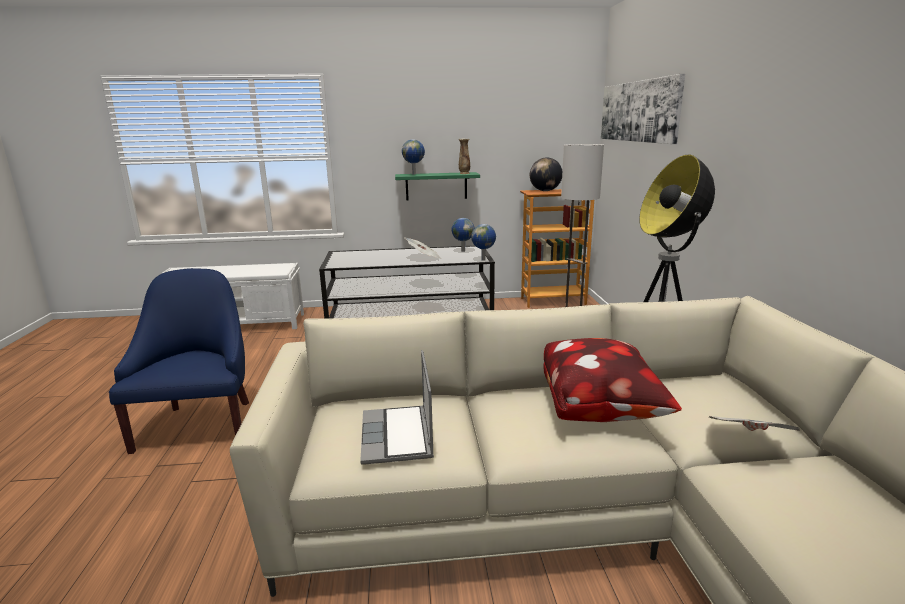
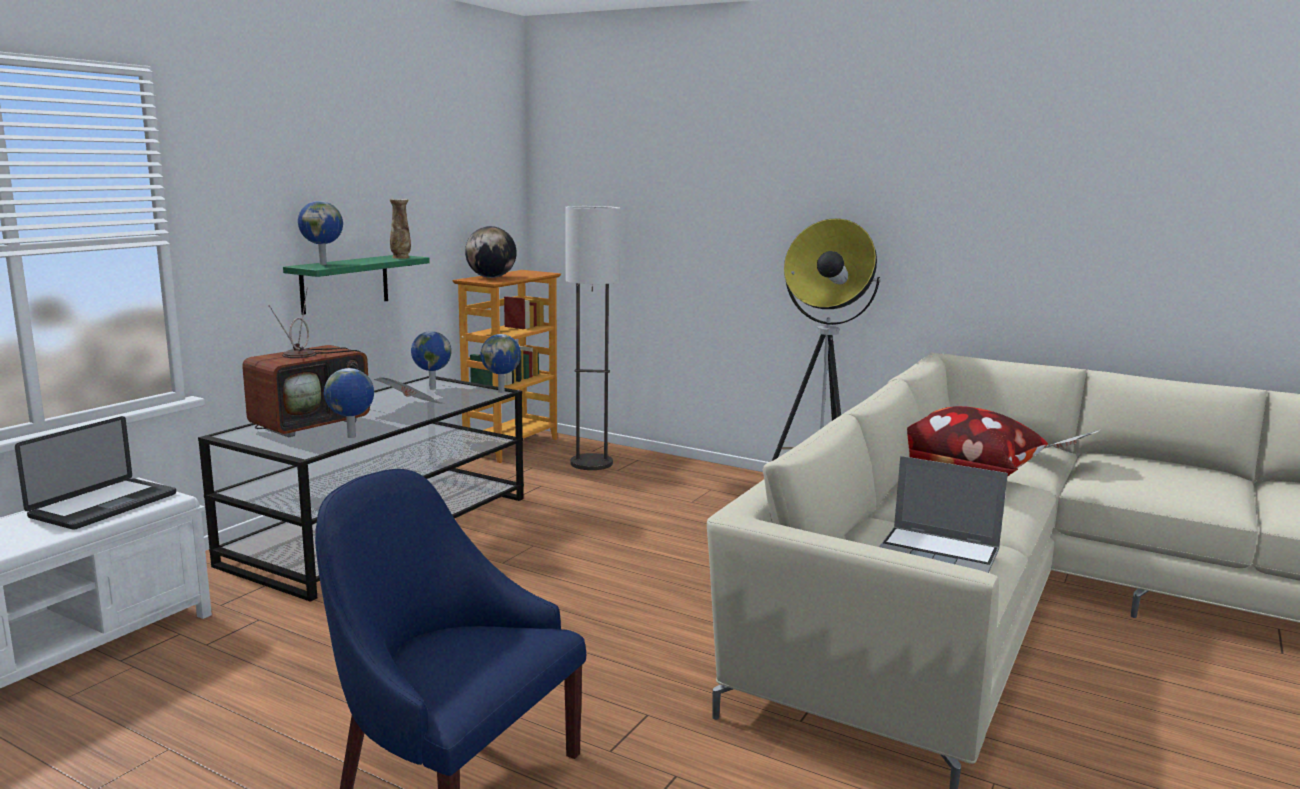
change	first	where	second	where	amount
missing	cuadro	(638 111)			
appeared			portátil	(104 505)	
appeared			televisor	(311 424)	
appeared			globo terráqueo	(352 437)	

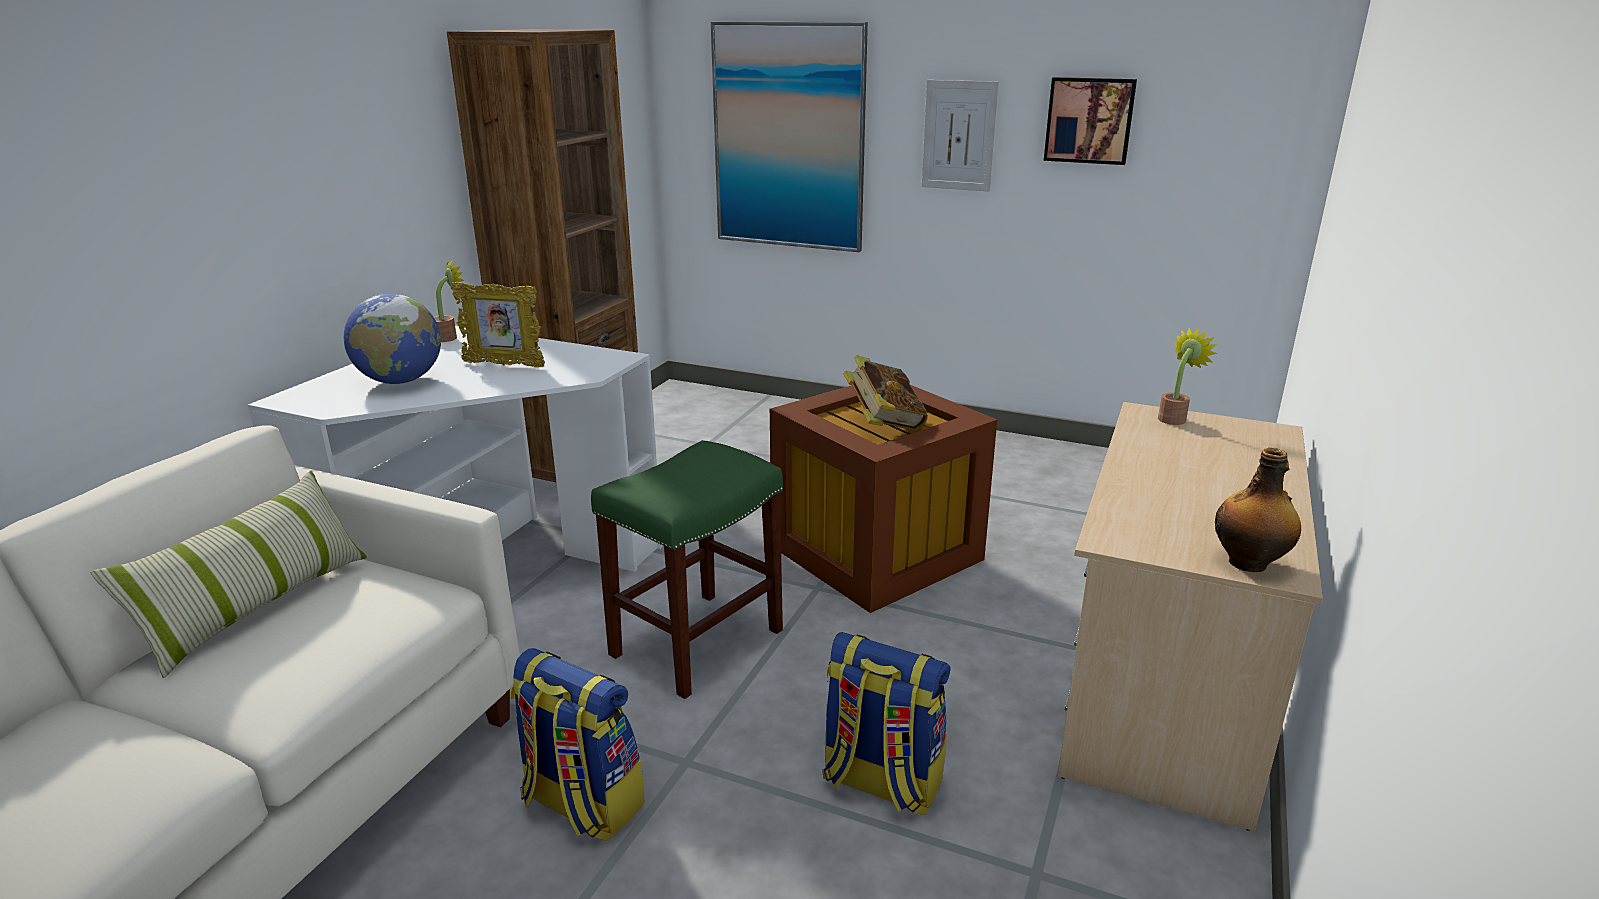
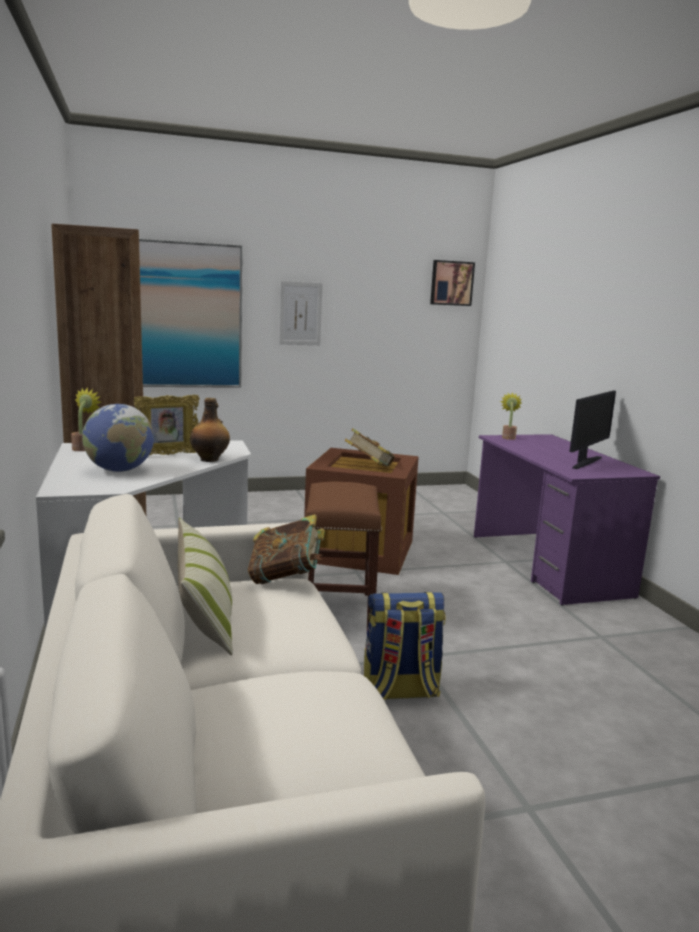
change	first	where	second	where	amount
colour	taburete (verde)	(696 644)	taburete (marrón)	(339 612)	
missing	mochila	(880 782)			
relocated	cuadro	(1089 120)		(451 283)	
colour	escritorio (beis)	(1166 686)	escritorio (morado)	(547 565)	
relocated	botella	(1249 563)		(210 459)	
appeared			libro	(286 578)	
appeared			monitor	(585 462)	

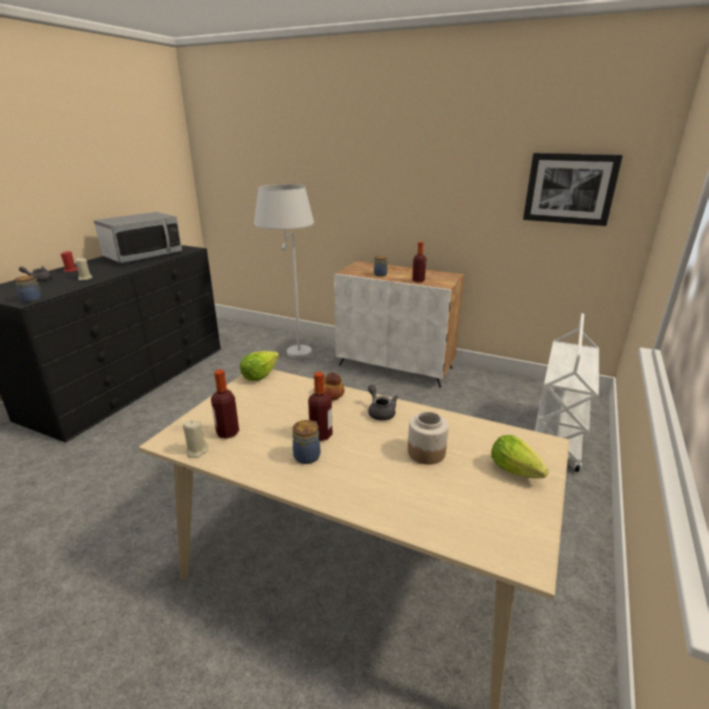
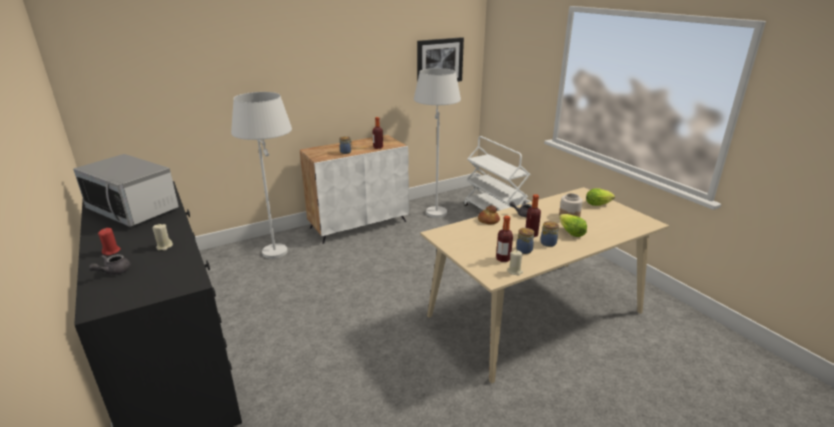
change	first	where	second	where	amount
relocated	tarro	(32 300)		(524 250)	
spun	microondas	(143 255)		(134 210)	135 degrees clockwise
relocated	lechuga	(259 375)		(570 232)	
appeared			lámpara de pie (blanco)	(435 207)	

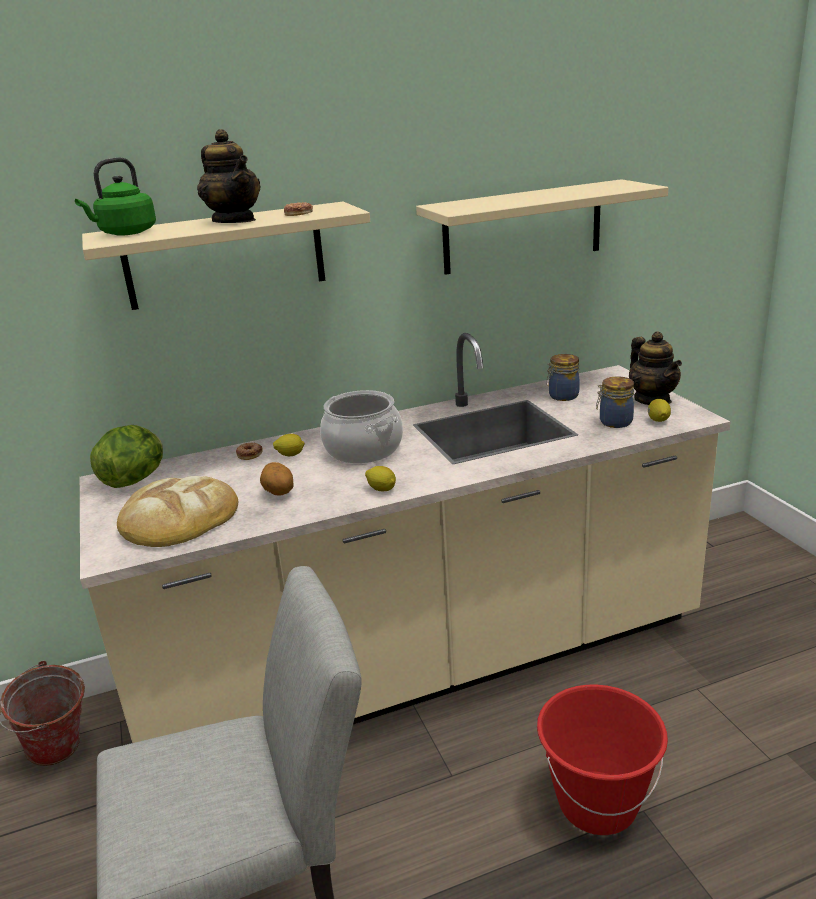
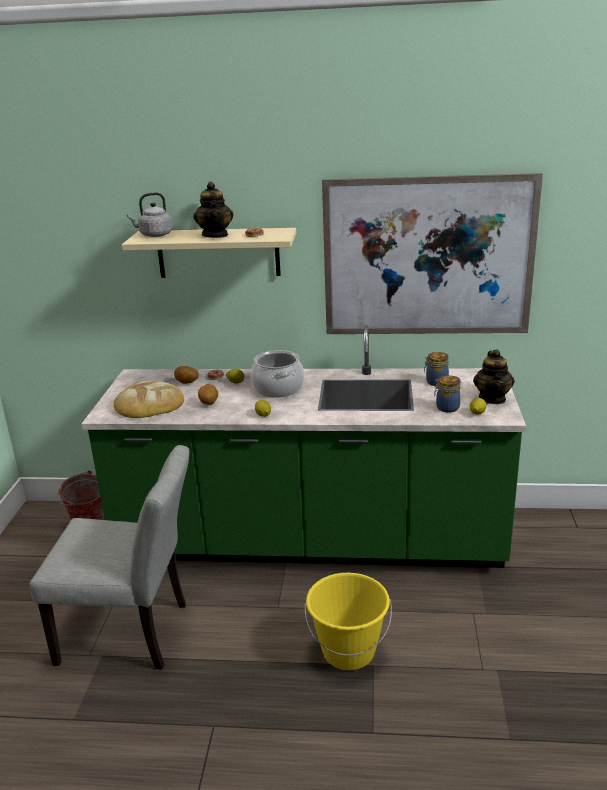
change	first	where	second	where	amount
colour	hervidor (verde)	(125 233)	hervidor (gris)	(154 235)	
colour	mueble bajo de cocina (beis)	(423 663)	mueble bajo de cocina (verde)	(310 541)	
missing	lechuga	(136 479)			
exchanged	estante (beis)	(523 227)	cuadro	(428 257)	
colour	cubo (rojo)	(597 804)	cubo (amarillo)	(348 652)	
appeared			patata	(187 383)	

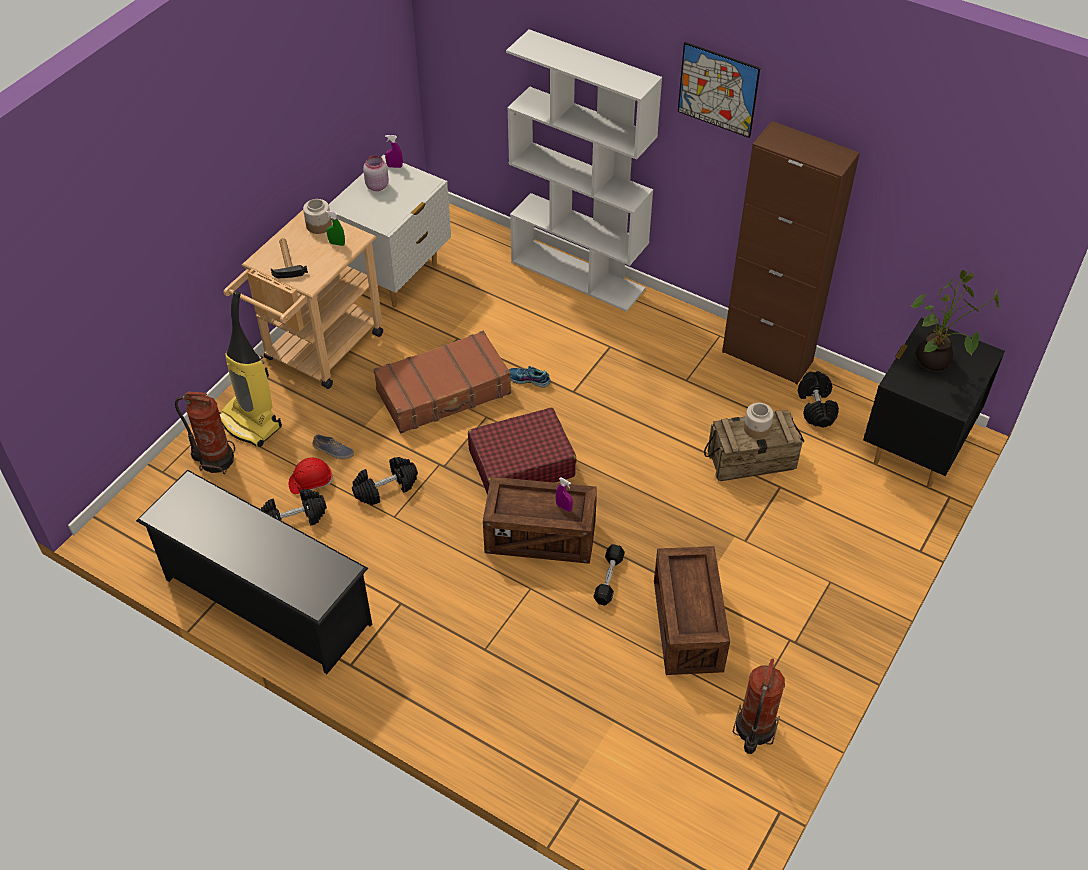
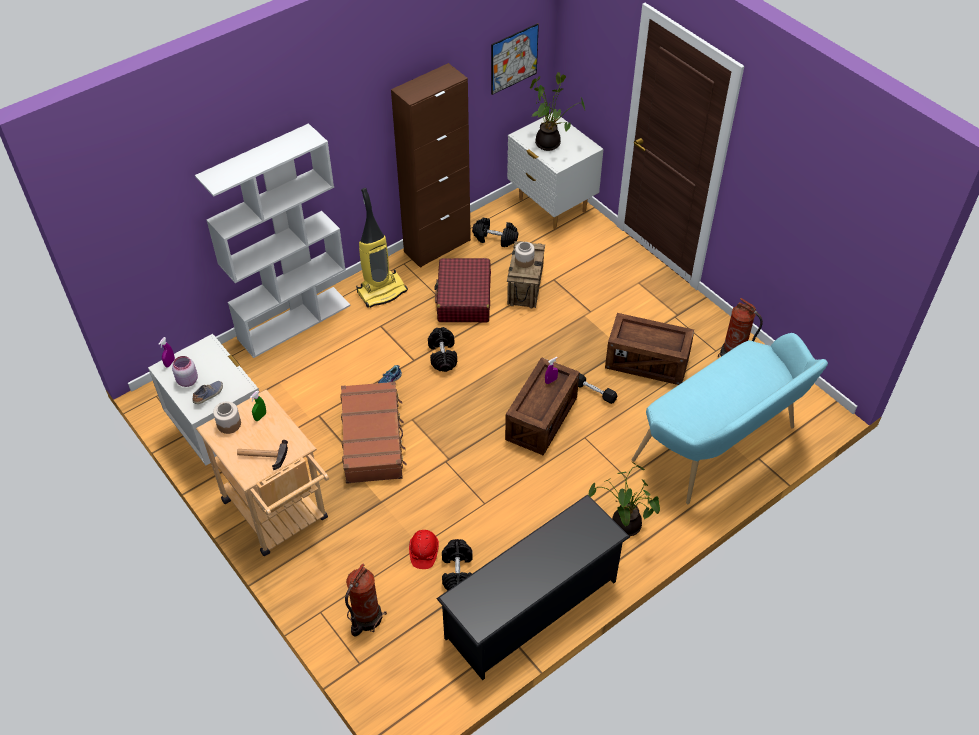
change	first	where	second	where	amount
relocated	aspiradora	(251 423)		(382 291)	
relocated	zapato	(333 452)		(209 395)	
relocated	mancuerna (negro)	(386 488)		(442 355)	
relocated	maleta (rojo)	(521 463)		(464 298)	
relocated	cuadro	(718 89)		(514 59)	
colour	mesita de noche (negro)	(915 448)	mesita de noche (blanco)	(551 206)	
appeared			planta en maceta	(623 525)	
appeared			banco (turquesa)	(721 447)	

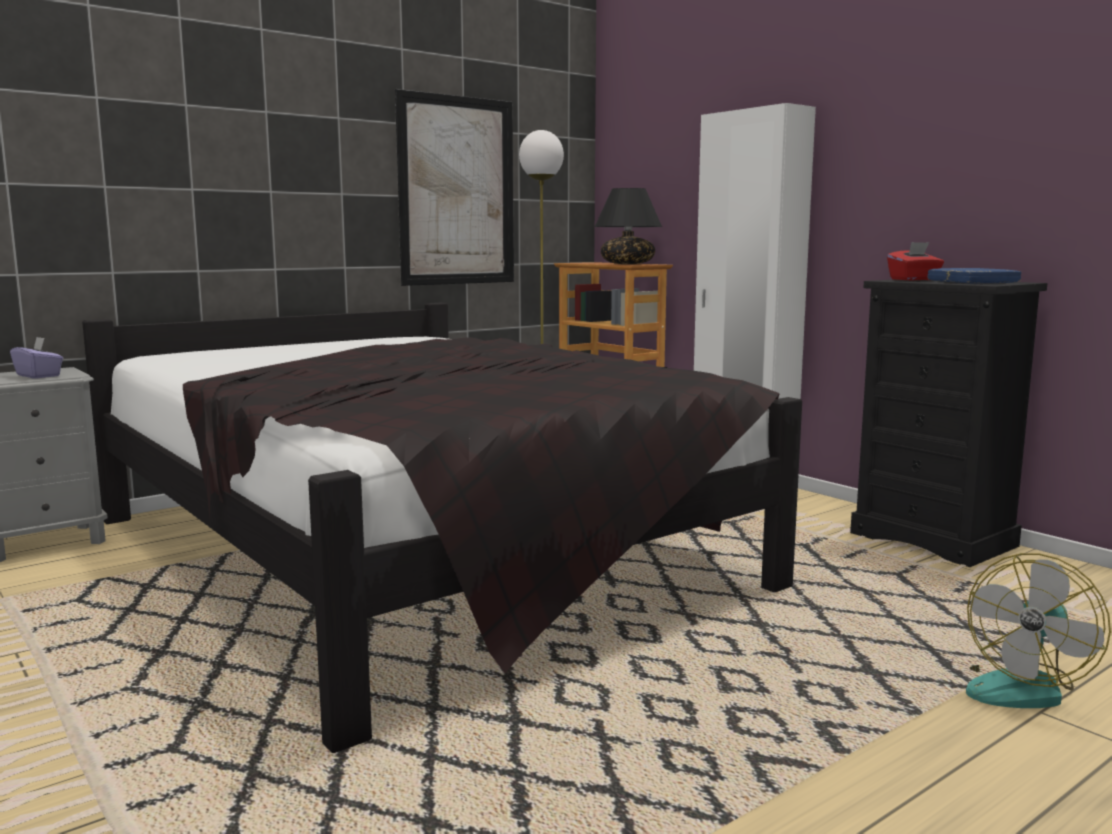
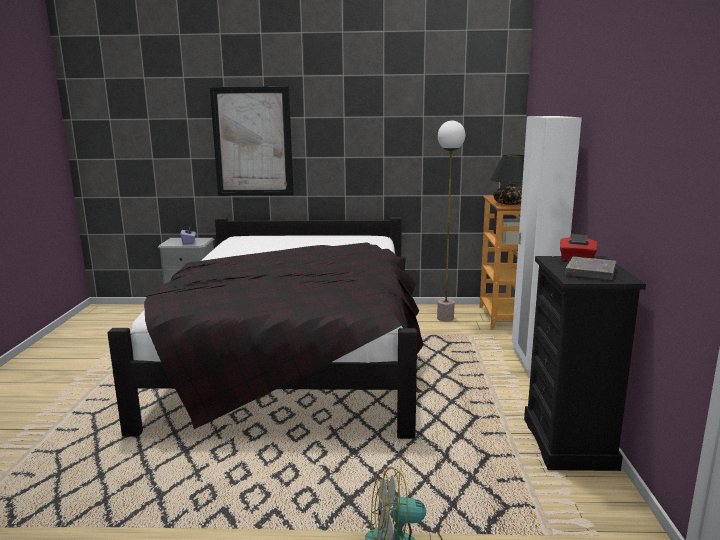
change	first	where	second	where	amount
relocated	cuadro	(457 191)		(252 142)	
colour	libro (azul)	(972 282)	libro (gris)	(590 272)	

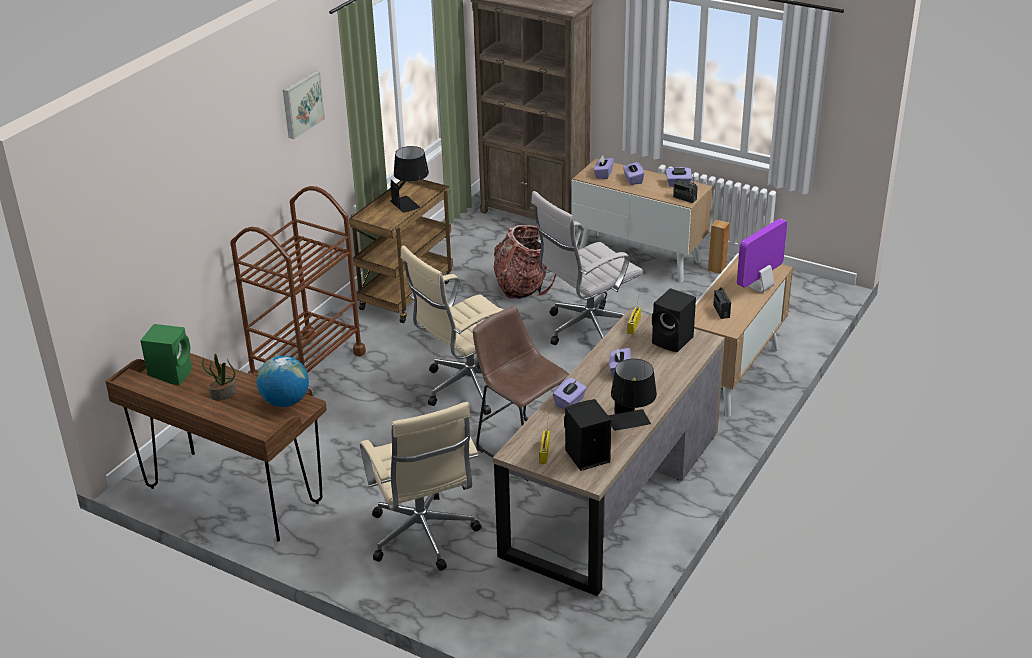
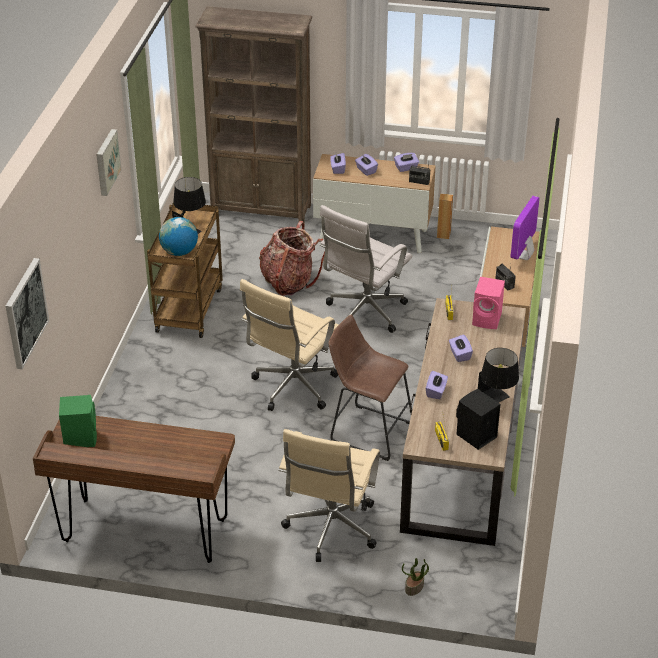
change	first	where	second	where	amount
relocated	planta en maceta	(223 394)		(414 587)	
missing	carrito (marrón)	(307 366)			
relocated	globo terráqueo	(285 401)		(179 252)	
spun	silla de oficina (beis)	(424 538)		(330 530)	60 degrees clockwise
colour	altavoz (negro)	(673 341)	altavoz (rosa)	(488 319)	
appeared			cuadro	(25 313)	

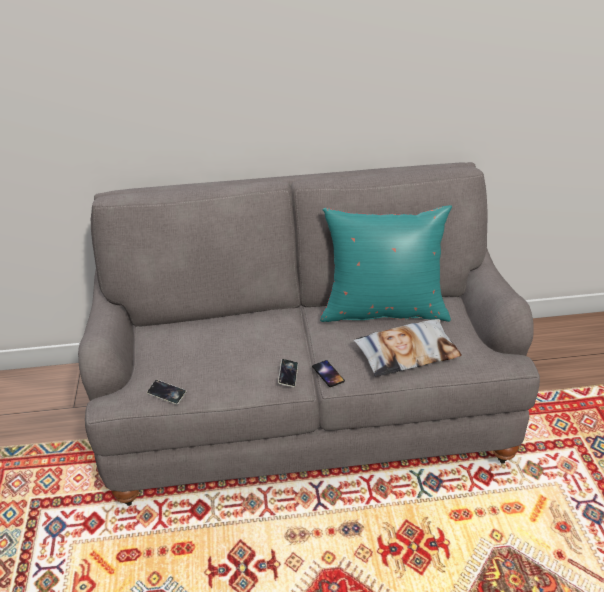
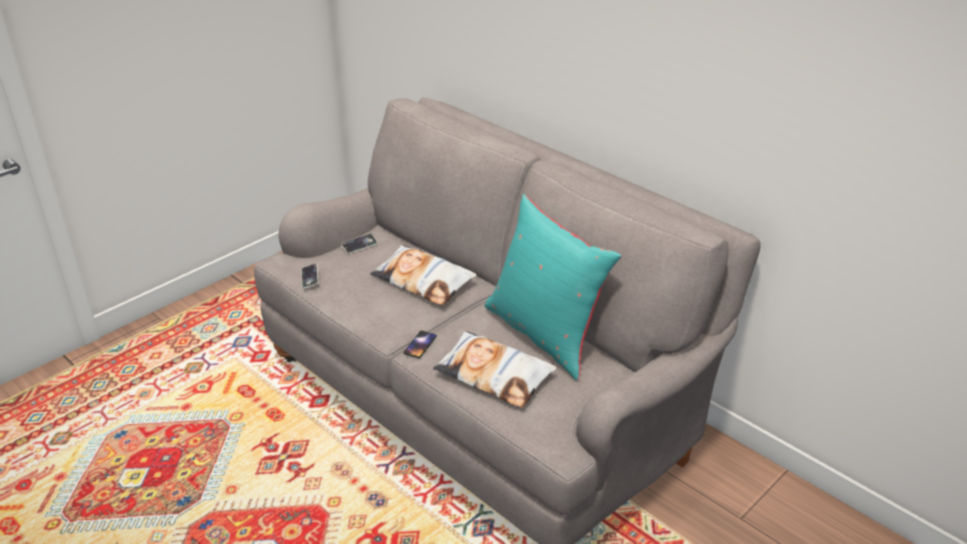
change	first	where	second	where	amount
relocated	móvil	(288 375)		(359 245)	
appeared			cojín	(423 281)	

